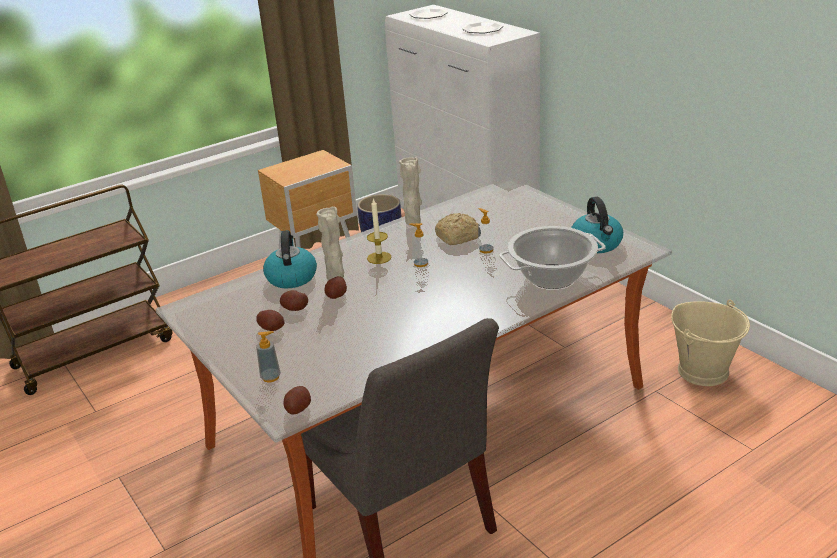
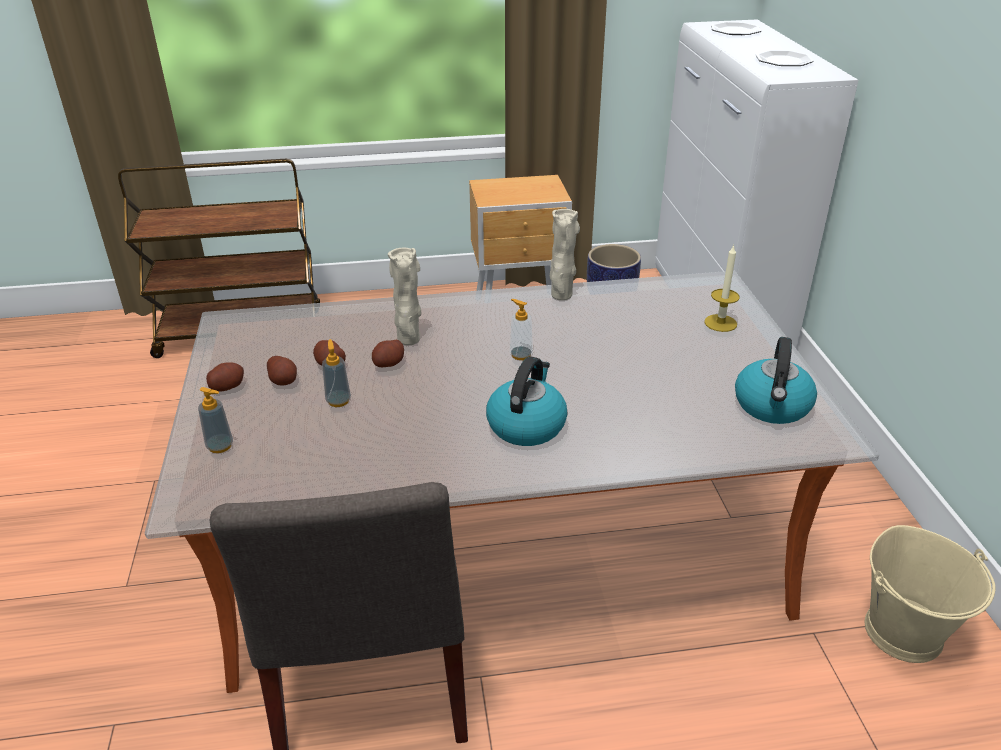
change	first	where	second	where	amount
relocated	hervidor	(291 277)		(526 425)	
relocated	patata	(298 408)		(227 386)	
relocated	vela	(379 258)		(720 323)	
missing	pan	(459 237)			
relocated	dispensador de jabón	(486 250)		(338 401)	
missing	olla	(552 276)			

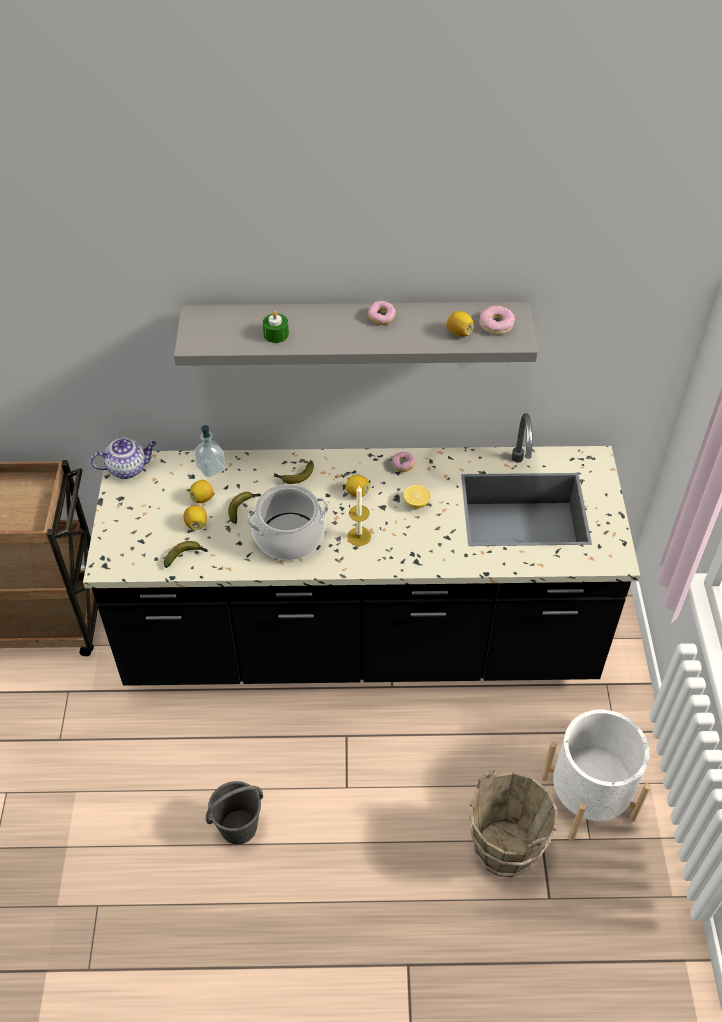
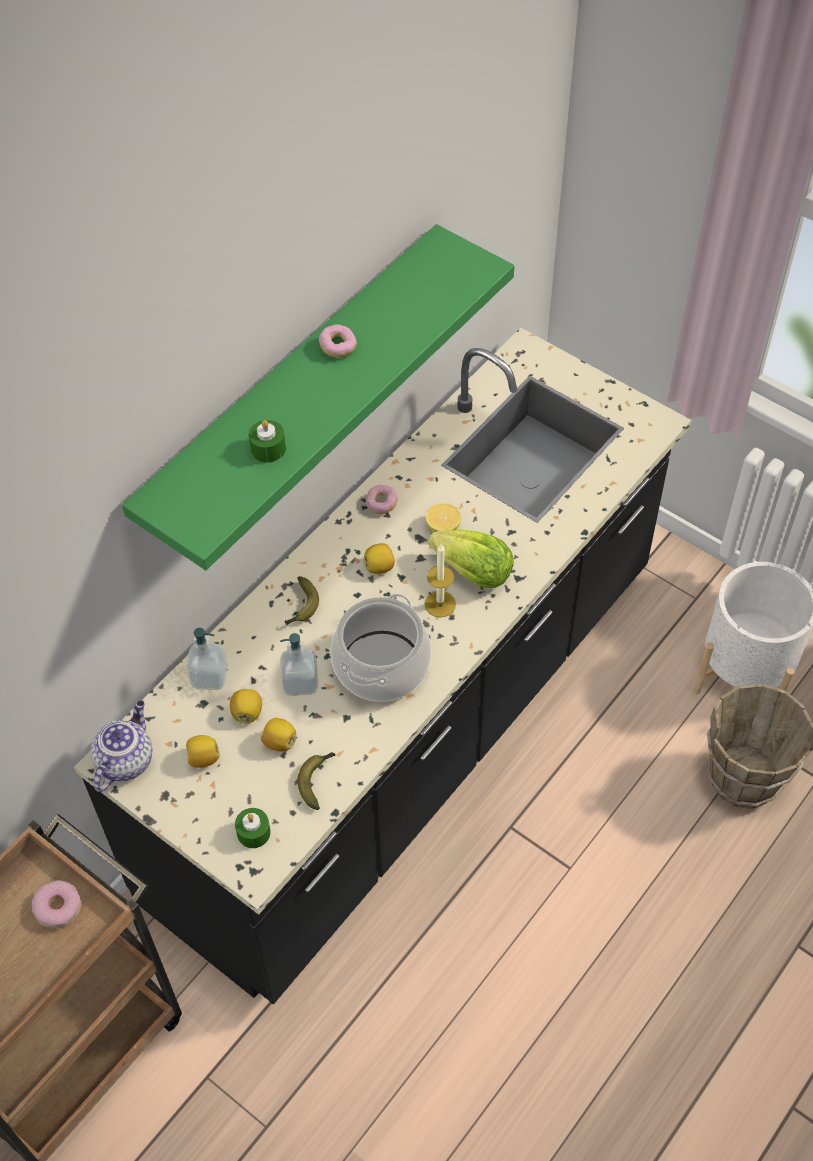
change	first	where	second	where	amount
colour	estante (gris)	(355 330)	estante (verde)	(293 386)	
missing	cubo (gris)	(239 826)			
exchanged	plátano	(244 508)	dispensador de jabón	(300 682)	
relocated	limón	(459 333)		(203 758)	
relocated	rosquilla	(496 324)		(58 908)	
appeared			vela (verde)	(253 832)	
appeared			lechuga	(473 572)	

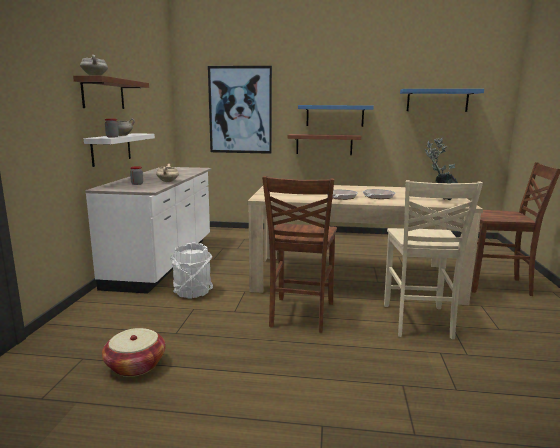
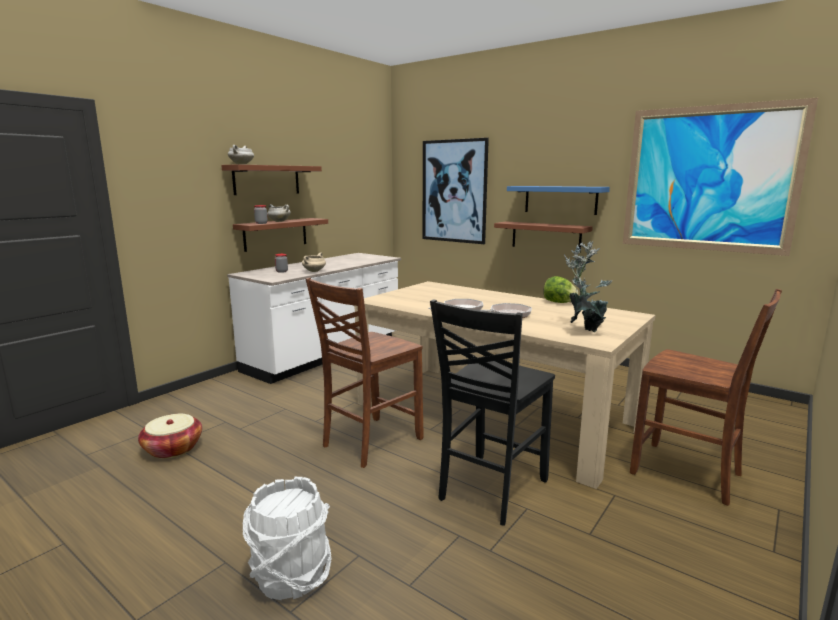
change	first	where	second	where	amount
colour	estante (blanco)	(111 149)	estante (marrón)	(275 234)	
relocated	cubo (blanco)	(192 292)		(290 576)	
colour	silla (beis)	(418 322)	silla (negro)	(490 489)	
exchanged	estante (azul)	(437 100)	cuadro	(708 179)	
appeared			lechuga	(558 302)	

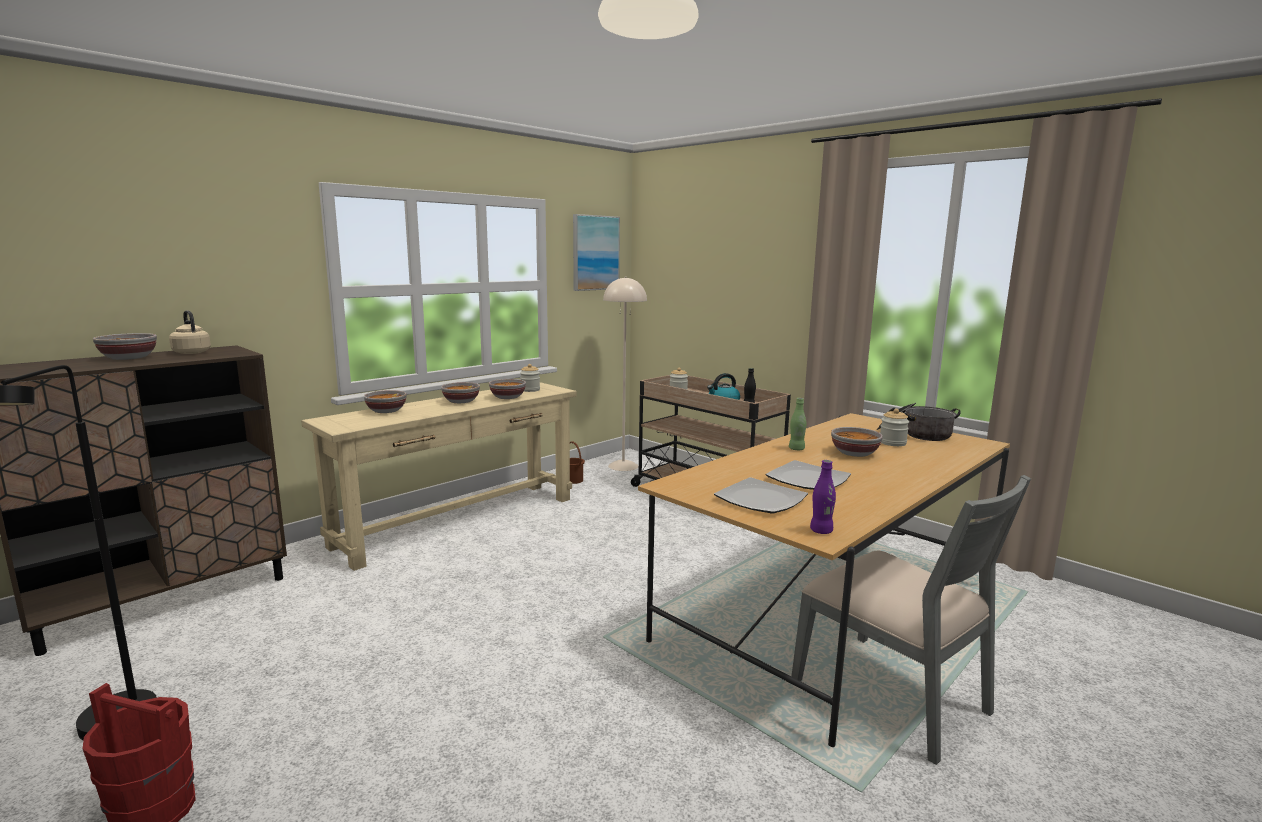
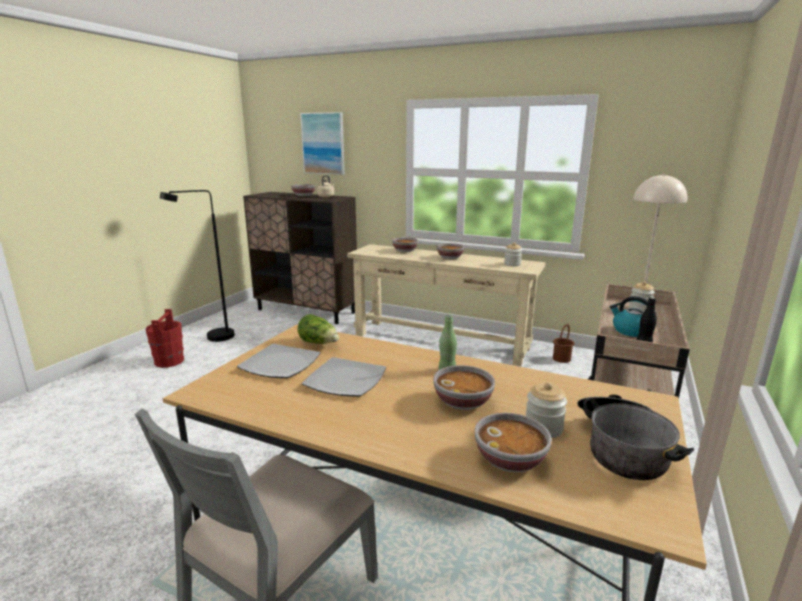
change	first	where	second	where	amount
relocated	cuenco	(508 397)		(511 460)	
relocated	cuadro	(595 253)		(323 143)	
missing	botella (morado)	(821 531)			
appeared			lechuga	(319 343)	

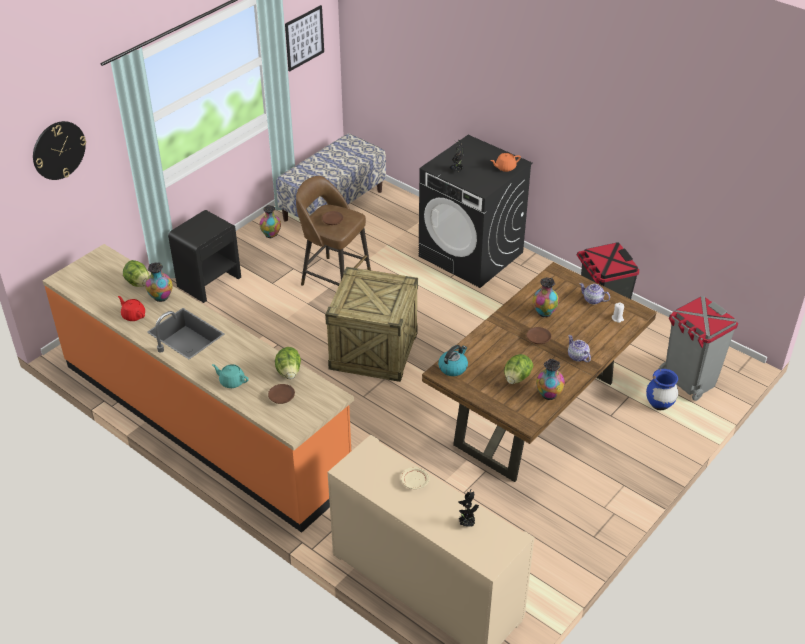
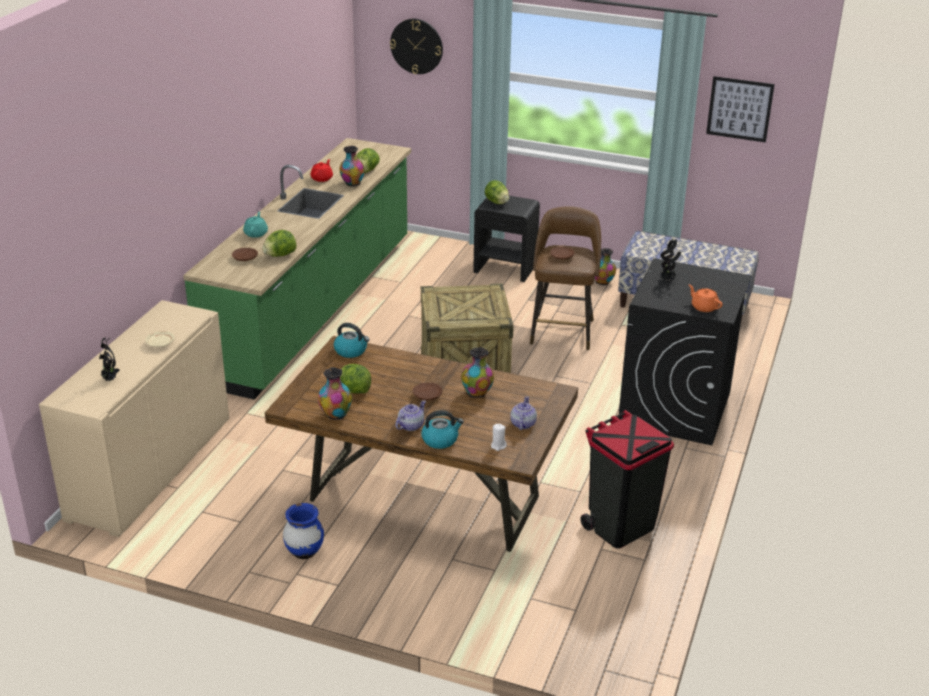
change	first	where	second	where	amount
colour	mueble bajo de cocina (naranja)	(204 422)	mueble bajo de cocina (verde)	(315 309)	
relocated	florero (azul)	(659 404)		(304 552)	
missing	papelera (gris)	(688 381)			
appeared			hervidor	(440 440)	
appeared			lechuga	(496 202)	

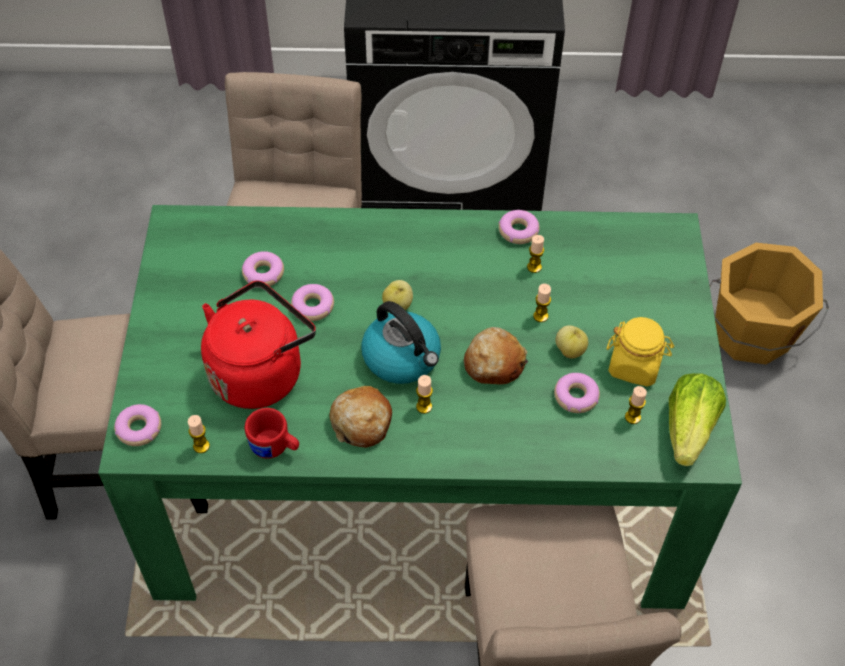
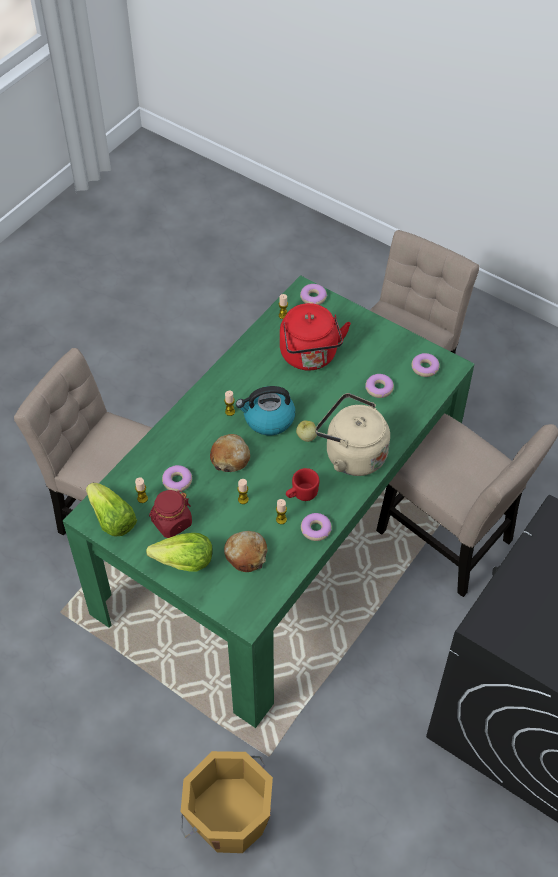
change	first	where	second	where	amount
relocated	taza grande (rojo)	(275 448)		(301 494)	
relocated	rosquilla	(313 306)		(425 368)	
relocated	pan	(361 422)		(246 554)	
missing	manzana	(570 350)			
colour	tarro (amarillo)	(635 366)	tarro (rojo)	(171 522)	
appeared			lechuga	(184 562)	
appeared			hervidor (beis)	(352 454)	

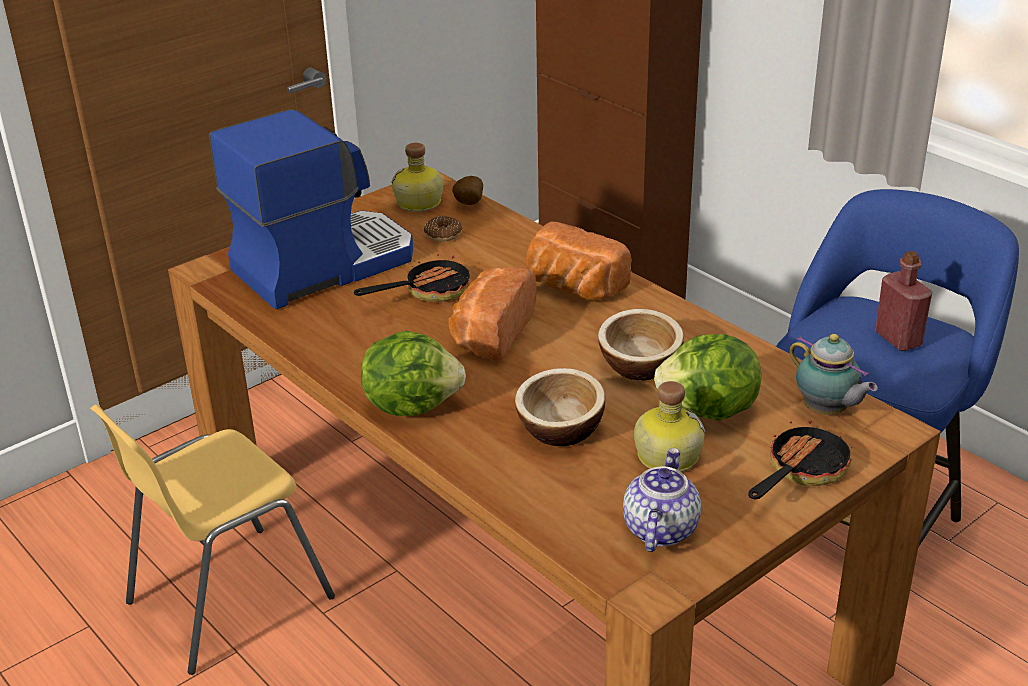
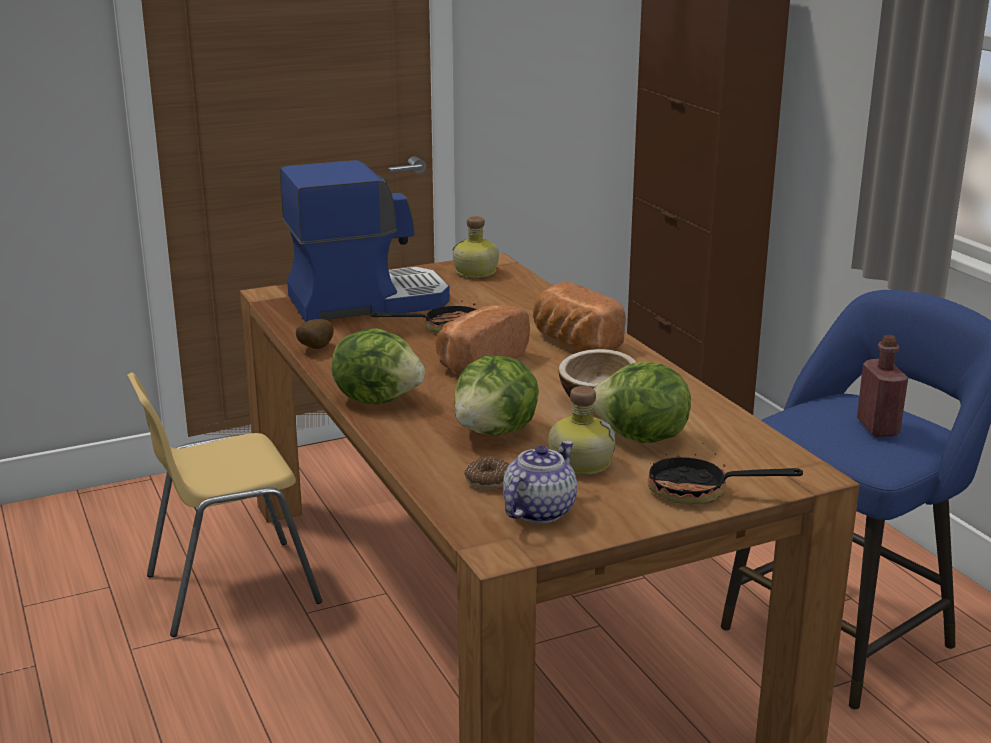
change	first	where	second	where	amount
relocated	rosquilla	(443 234)		(489 481)	
relocated	patata	(467 205)		(314 349)	
exchanged	cuenco	(560 429)	lechuga	(496 432)	
spun	sartén	(801 471)		(700 492)	135 degrees counterclockwise
missing	tetera	(826 412)			

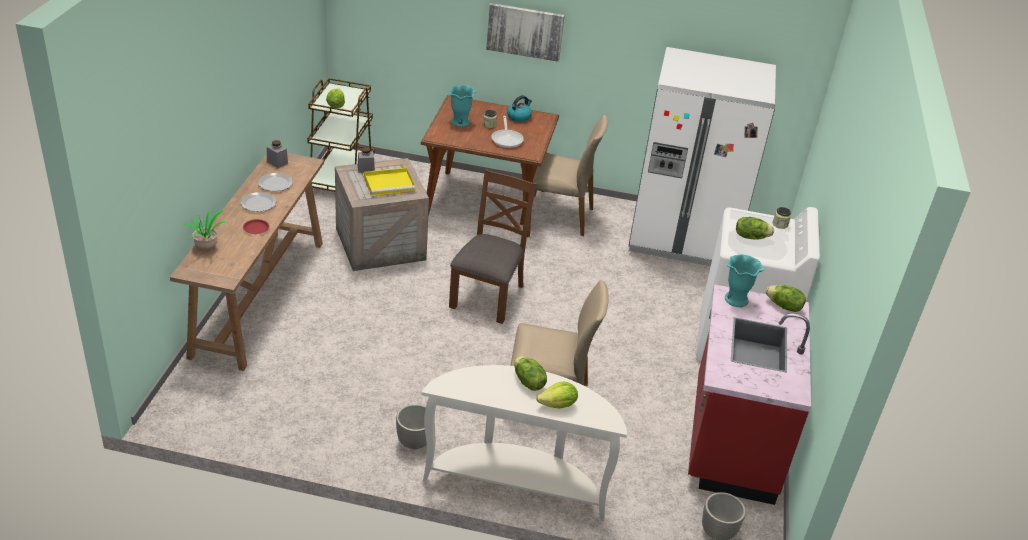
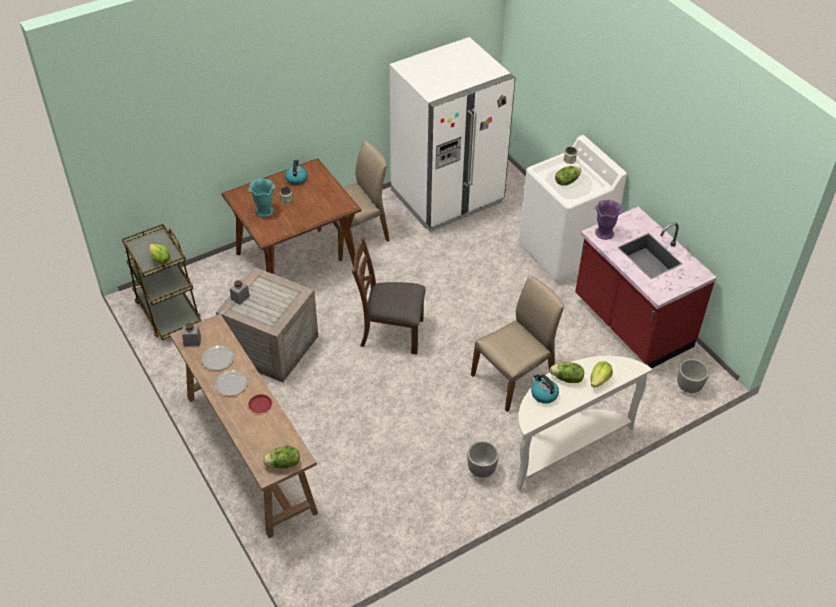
change	first	where	second	where	amount
missing	planta en maceta	(208 247)			
missing	bandeja (amarillo)	(390 183)			
spun	silla (marrón)	(488 296)		(391 332)	60 degrees counterclockwise
missing	cuadro	(525 31)			
missing	sartén	(507 139)			
colour	florero (turquesa)	(736 299)	florero (morado)	(604 233)	
relocated	lechuga	(783 306)		(283 464)	
appeared			hervidor	(543 394)	

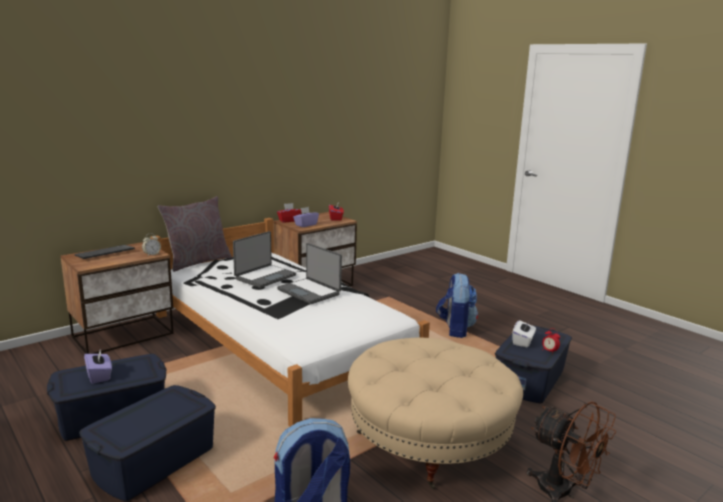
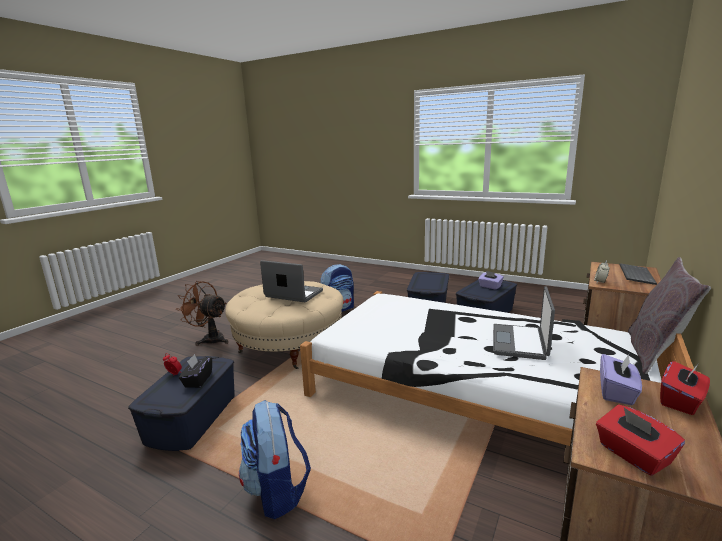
change	first	where	second	where	amount
relocated	portátil	(310 292)		(293 294)	
colour	caja de pañuelos (blanco)	(523 342)	caja de pañuelos (negro)	(198 380)	

